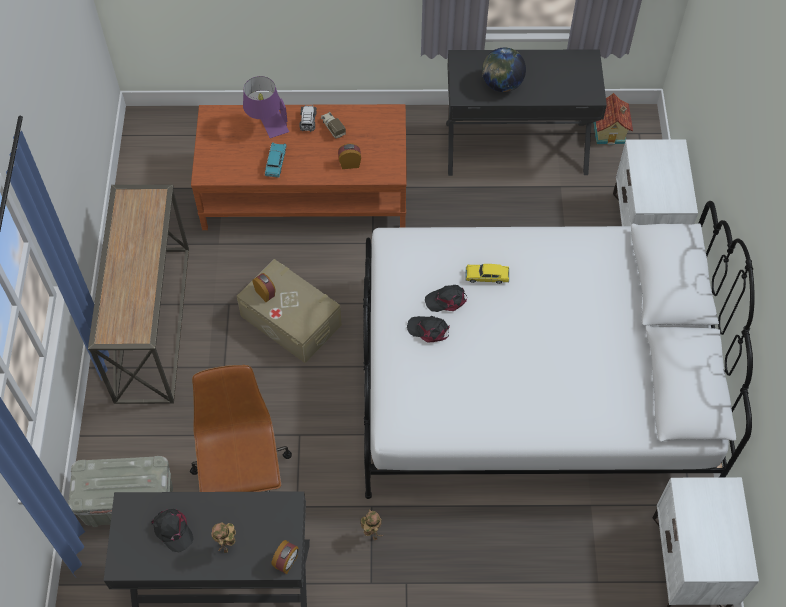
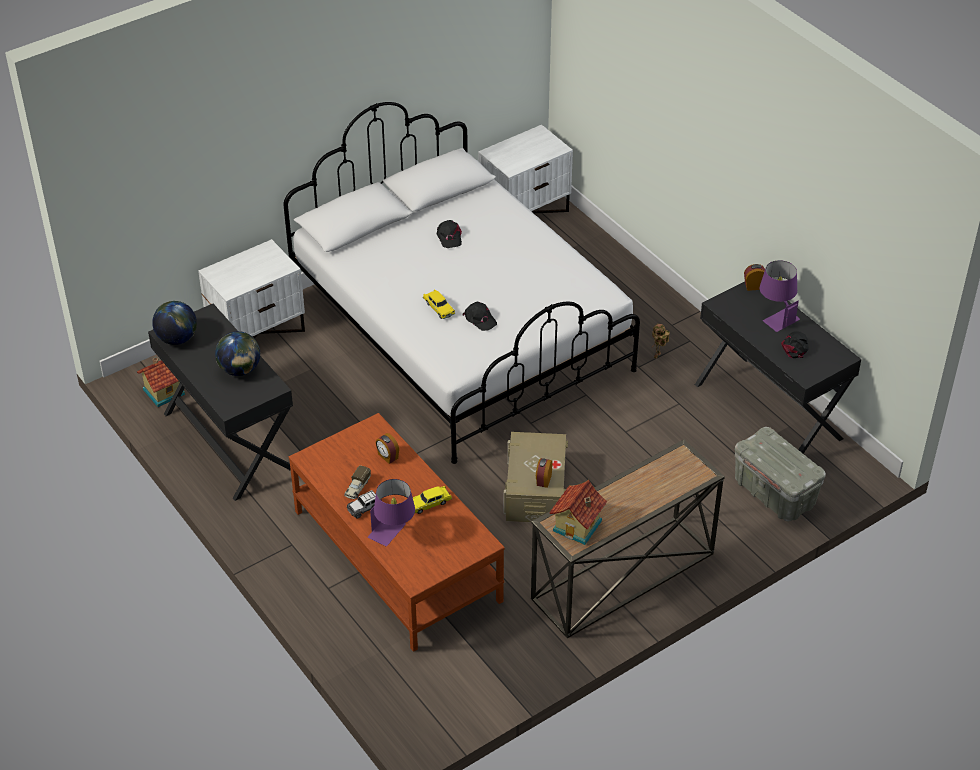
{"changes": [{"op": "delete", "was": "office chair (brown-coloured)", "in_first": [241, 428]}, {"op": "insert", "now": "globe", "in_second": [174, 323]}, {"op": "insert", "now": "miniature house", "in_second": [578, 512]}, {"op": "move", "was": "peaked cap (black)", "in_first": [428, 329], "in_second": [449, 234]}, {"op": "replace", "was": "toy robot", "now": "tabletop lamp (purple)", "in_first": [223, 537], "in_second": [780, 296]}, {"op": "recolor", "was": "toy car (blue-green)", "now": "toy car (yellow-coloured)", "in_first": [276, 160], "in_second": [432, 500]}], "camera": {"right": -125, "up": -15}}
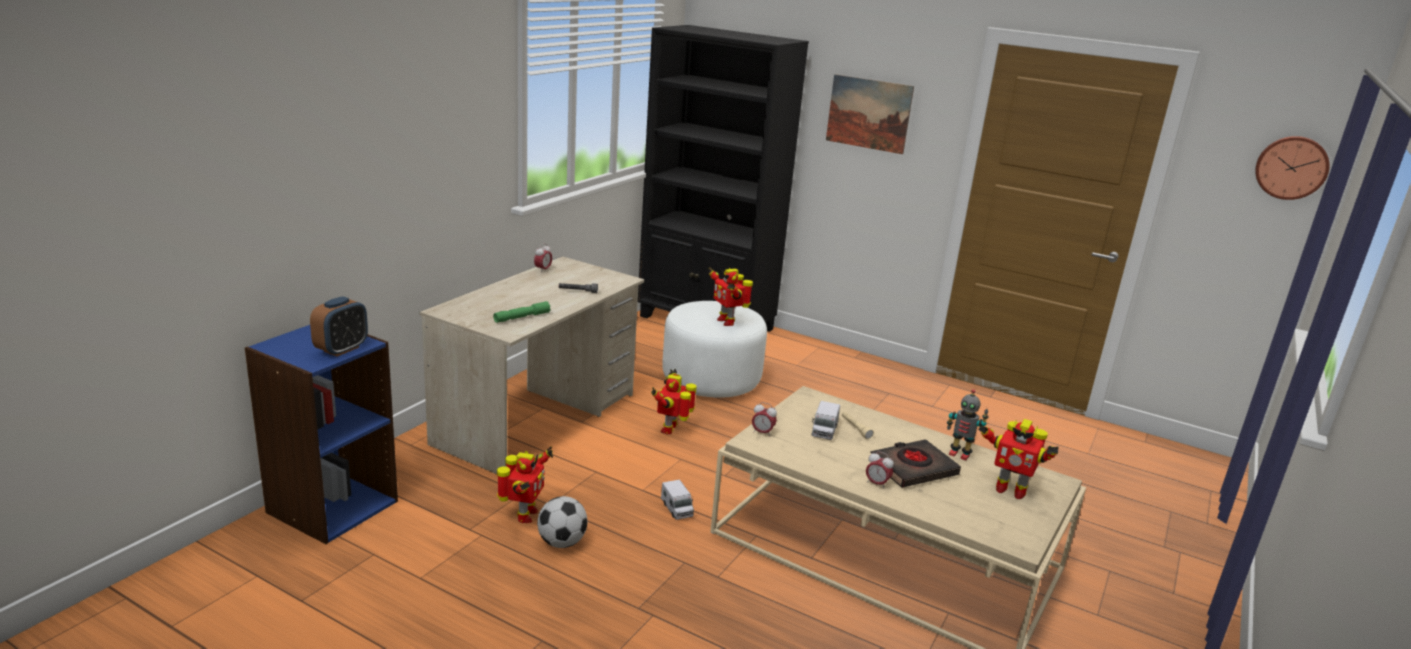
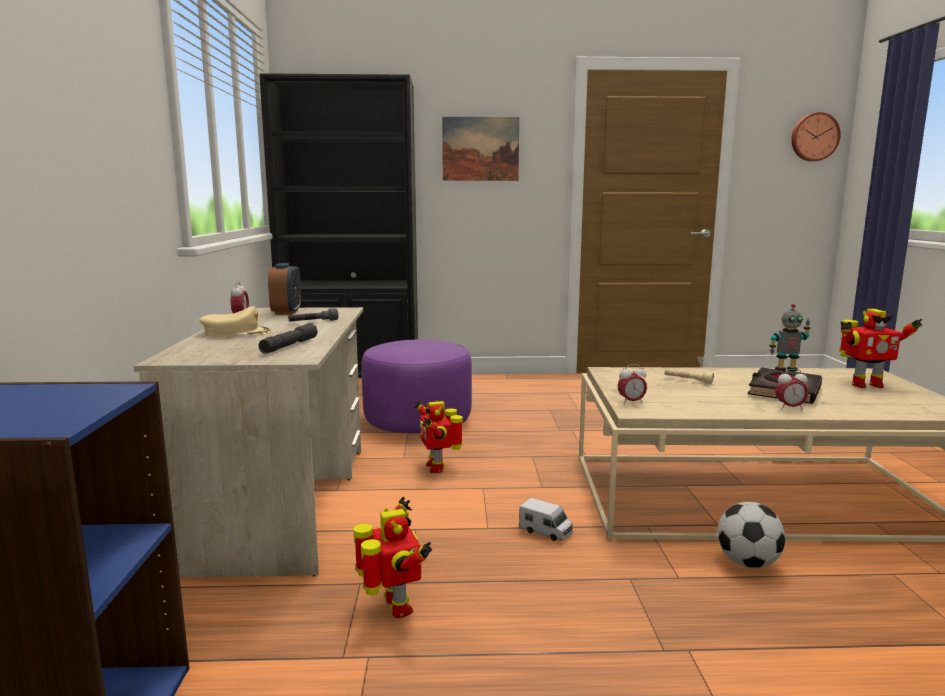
{"changes": [{"op": "delete", "was": "toy robot", "in_first": [730, 297]}, {"op": "delete", "was": "model truck", "in_first": [826, 420]}, {"op": "insert", "now": "peaked cap (beige)", "in_second": [236, 321]}, {"op": "move", "was": "alarm clock", "in_first": [339, 326], "in_second": [284, 289]}, {"op": "move", "was": "ball for football", "in_first": [562, 522], "in_second": [751, 535]}, {"op": "recolor", "was": "flashlight (green-coloured)", "now": "flashlight (grey)", "in_first": [522, 312], "in_second": [288, 338]}, {"op": "recolor", "was": "footrest (white-coloured)", "now": "footrest (purple)", "in_first": [714, 349], "in_second": [416, 386]}], "camera": {"right": -30, "up": -10}}
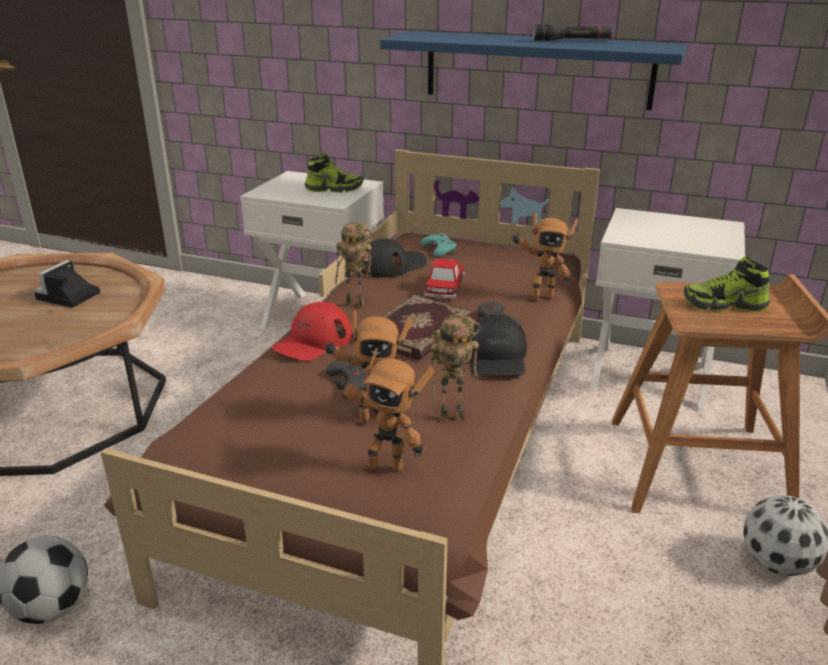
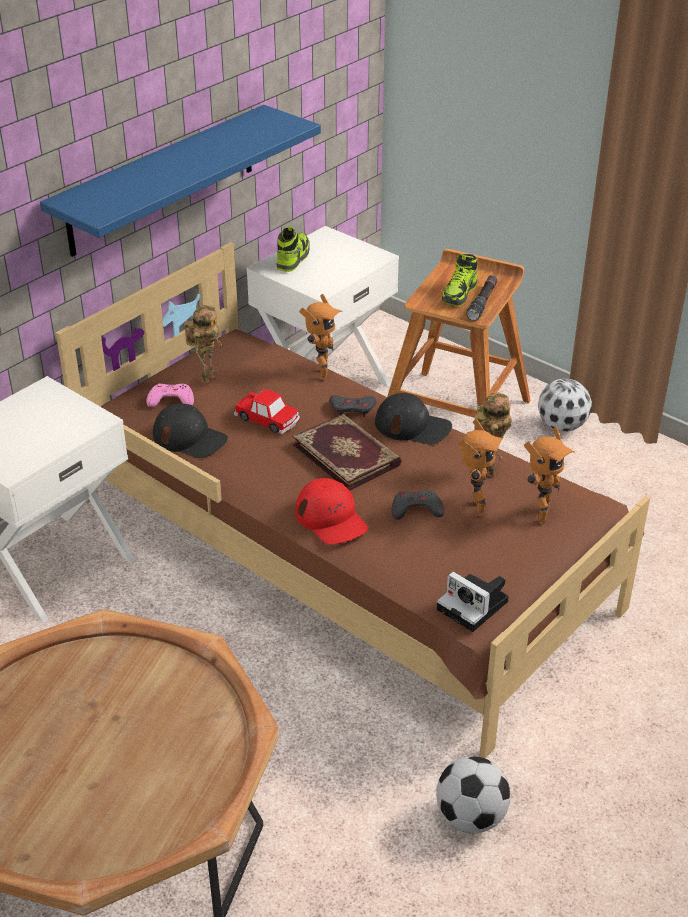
{"changes": [{"op": "move", "was": "still camera", "in_first": [66, 284], "in_second": [473, 602]}, {"op": "move", "was": "item of footwear", "in_first": [334, 172], "in_second": [293, 249]}, {"op": "move", "was": "toy robot", "in_first": [353, 265], "in_second": [203, 344]}, {"op": "move", "was": "flashlight (black)", "in_first": [573, 32], "in_second": [482, 298]}, {"op": "recolor", "was": "gamepad (blue-green)", "now": "gamepad (pink)", "in_first": [438, 245], "in_second": [170, 395]}, {"op": "rotate", "was": "peaked cap (black)", "in_first": [394, 258], "in_second": [190, 430], "clockwise": 135}], "camera": {"right": -70, "up": 10}}
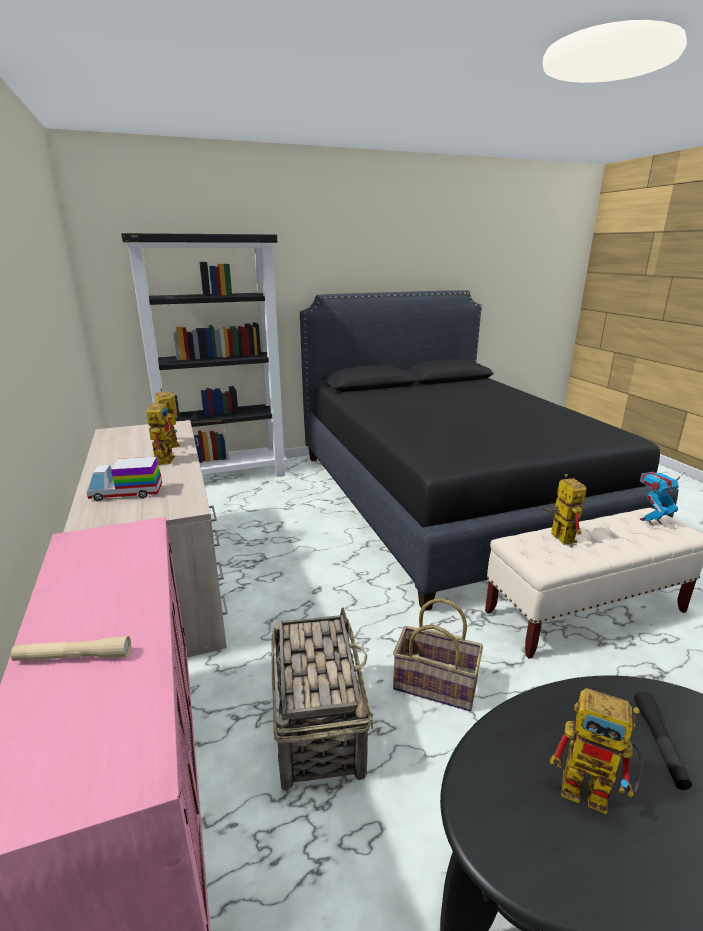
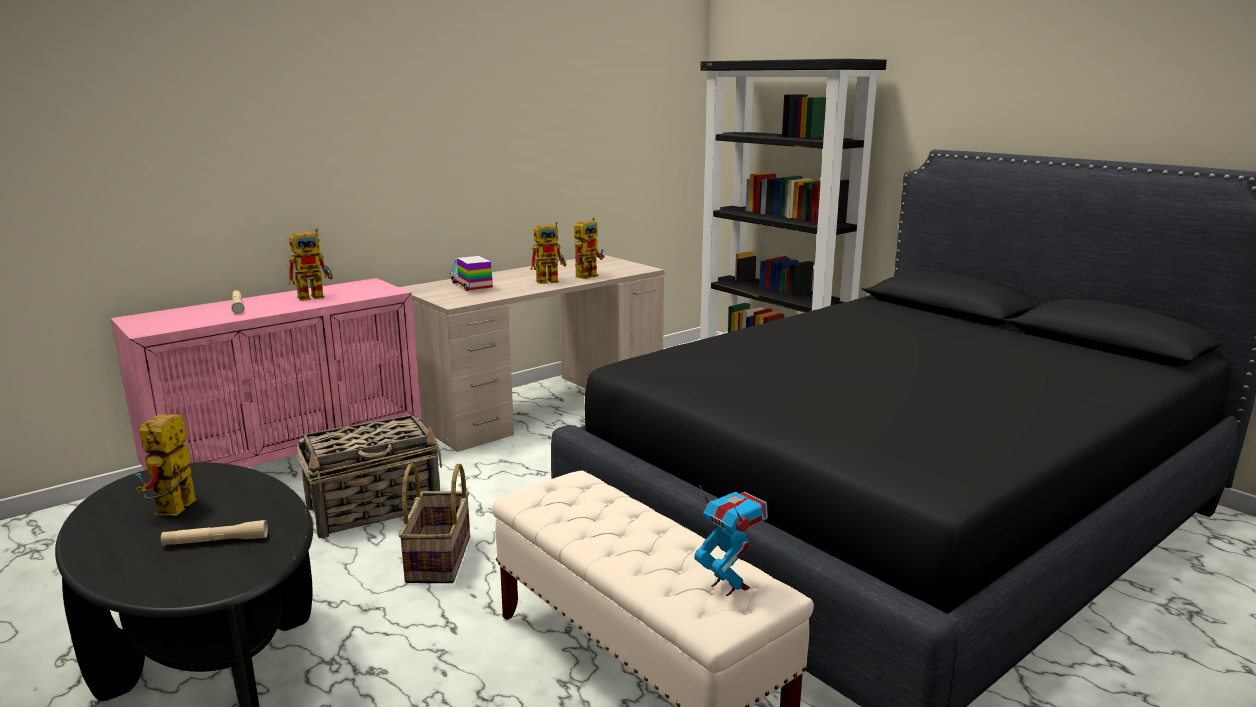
{"changes": [{"op": "move", "was": "toy robot", "in_first": [564, 509], "in_second": [310, 264]}, {"op": "recolor", "was": "flashlight (black)", "now": "flashlight (beige)", "in_first": [663, 740], "in_second": [214, 532]}], "camera": {"right": 70, "up": -5}}
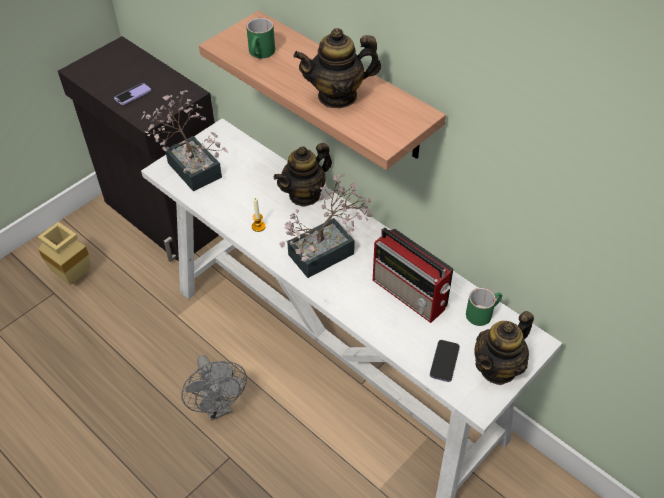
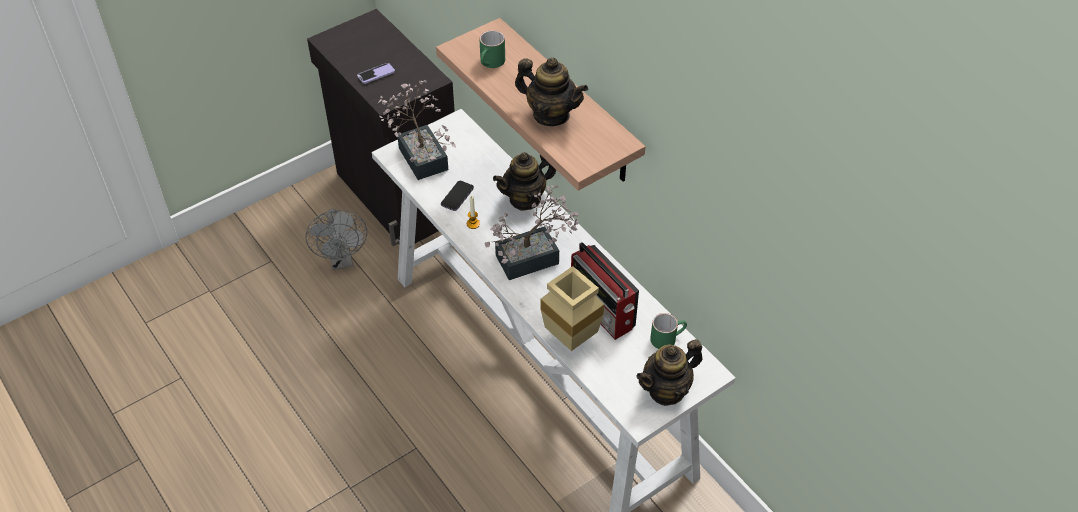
{"changes": [{"op": "move", "was": "vase (beige)", "in_first": [64, 253], "in_second": [572, 308]}, {"op": "move", "was": "electric fan (grey)", "in_first": [214, 387], "in_second": [336, 239]}, {"op": "move", "was": "phone", "in_first": [445, 361], "in_second": [457, 196]}, {"op": "rotate", "was": "teapot", "in_first": [337, 68], "in_second": [551, 92], "clockwise": -150}], "camera": {"right": 10, "up": 0}}
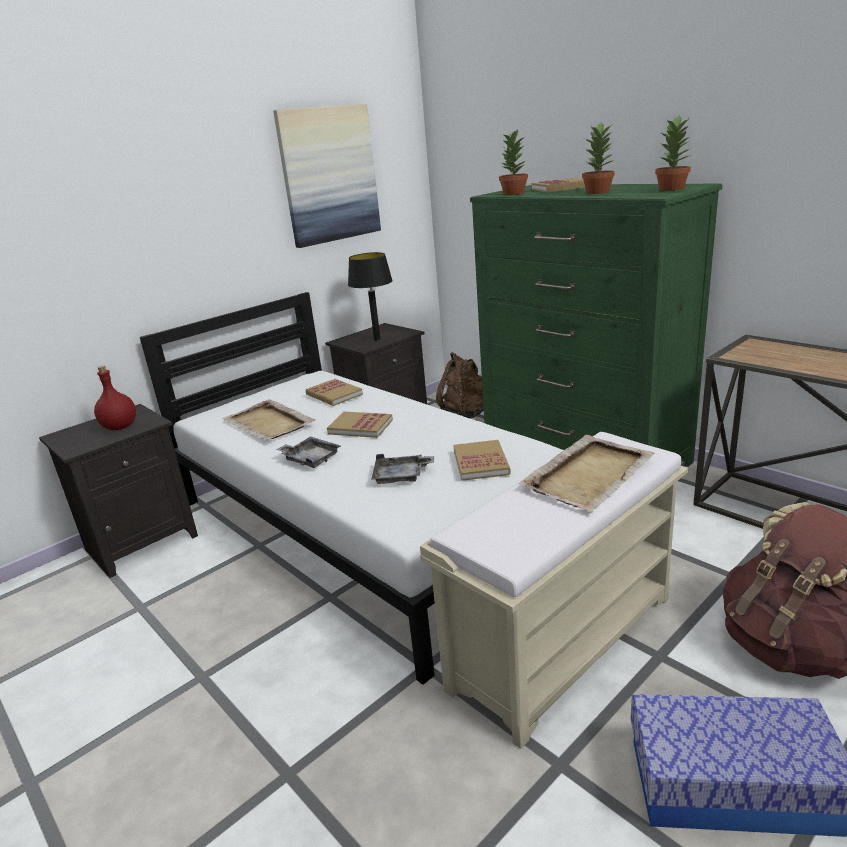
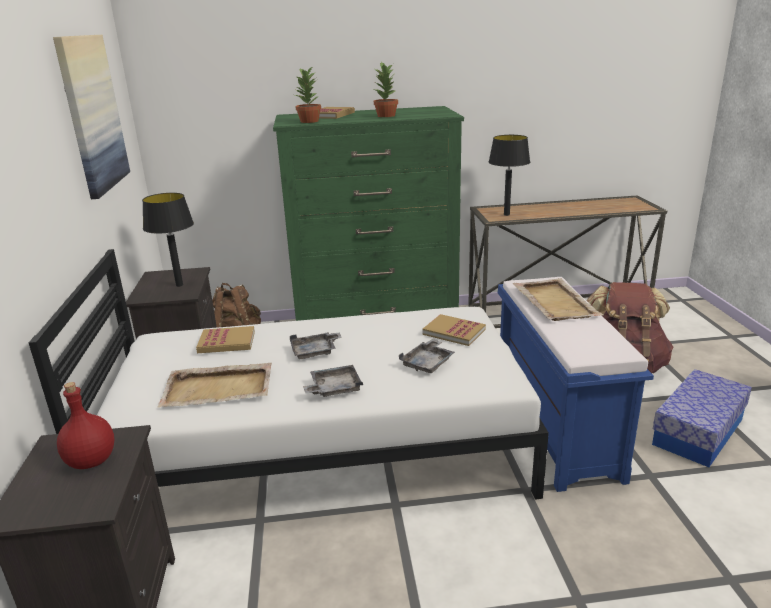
{"changes": [{"op": "delete", "was": "plant in a pot", "in_first": [674, 153]}, {"op": "insert", "now": "tabletop lamp (black)", "in_second": [509, 175]}, {"op": "replace", "was": "bound book", "now": "carrying tray (grey)", "in_first": [360, 425], "in_second": [316, 345]}, {"op": "recolor", "was": "bench (beige)", "now": "bench (blue-coloured)", "in_first": [554, 590], "in_second": [576, 384]}], "camera": {"right": -55, "up": 0}}
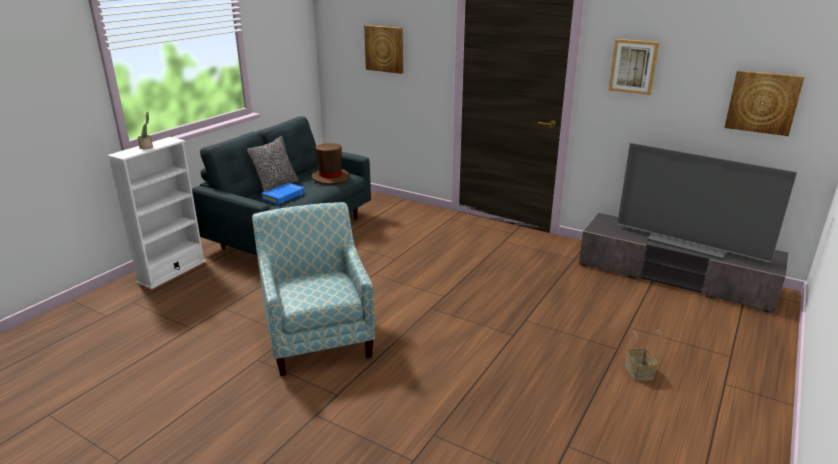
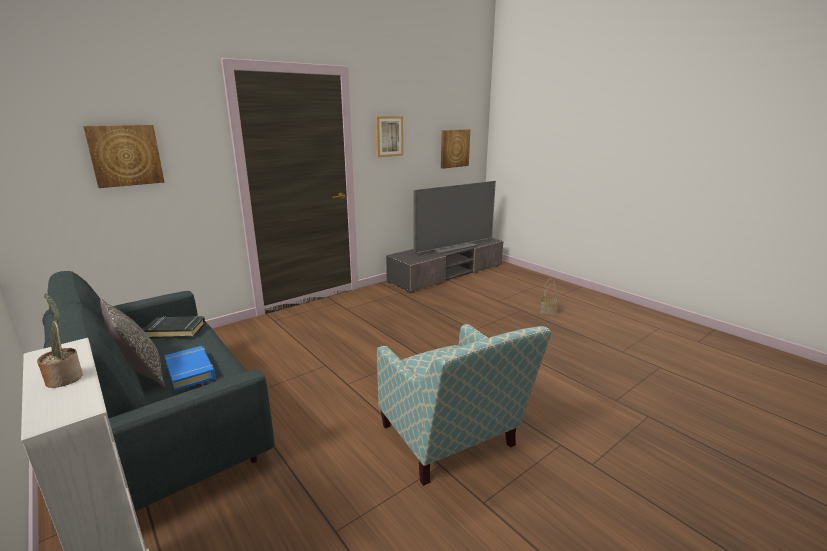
{"changes": [{"op": "replace", "was": "clothing hat (brown-coloured)", "now": "bound book (black)", "in_first": [331, 164], "in_second": [174, 327]}, {"op": "rotate", "was": "easy chair", "in_first": [313, 289], "in_second": [464, 405], "clockwise": -120}], "camera": {"right": -70, "up": -5}}
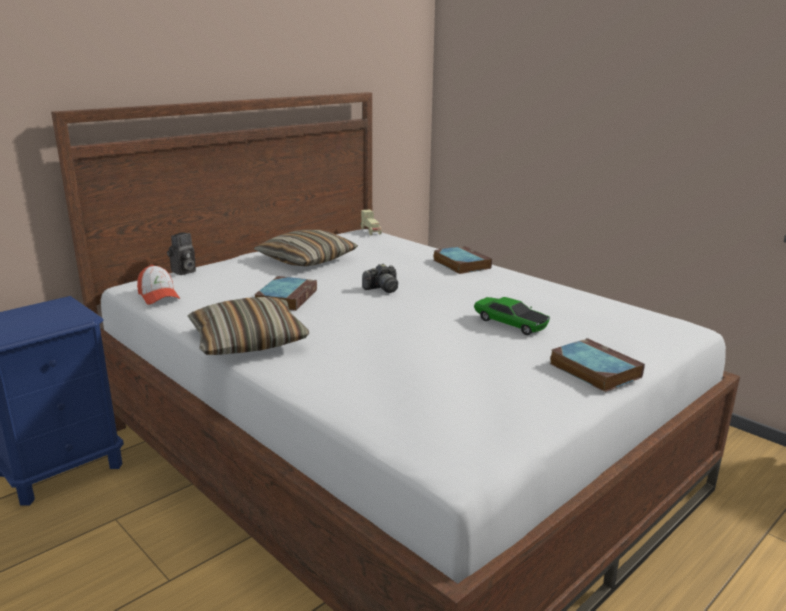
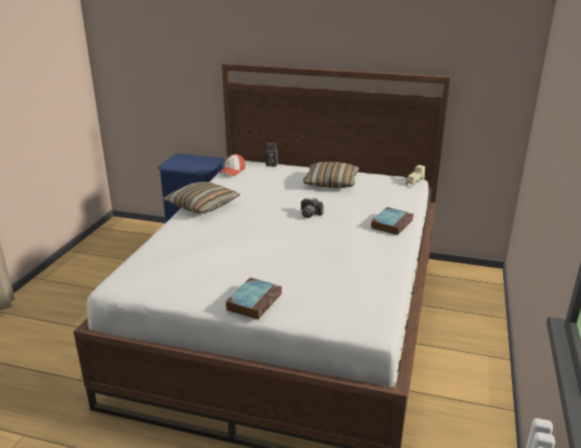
{"changes": [{"op": "delete", "was": "bound book", "in_first": [285, 293]}, {"op": "delete", "was": "toy car", "in_first": [512, 316]}], "camera": {"right": 60, "up": 5}}
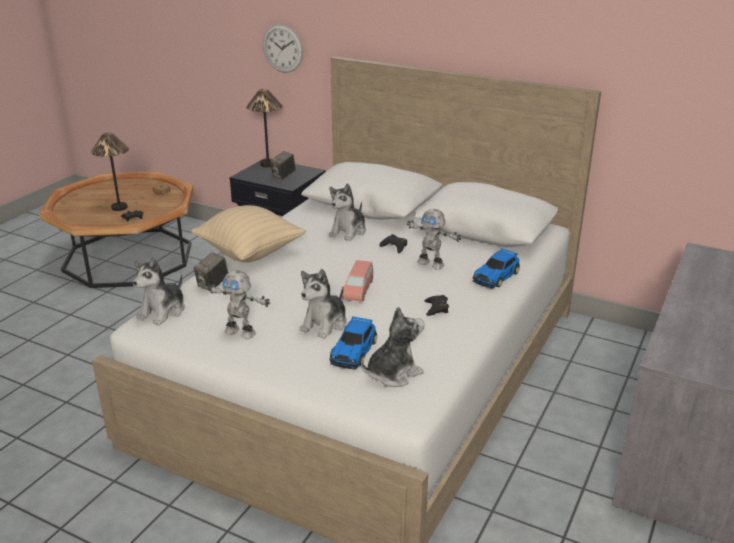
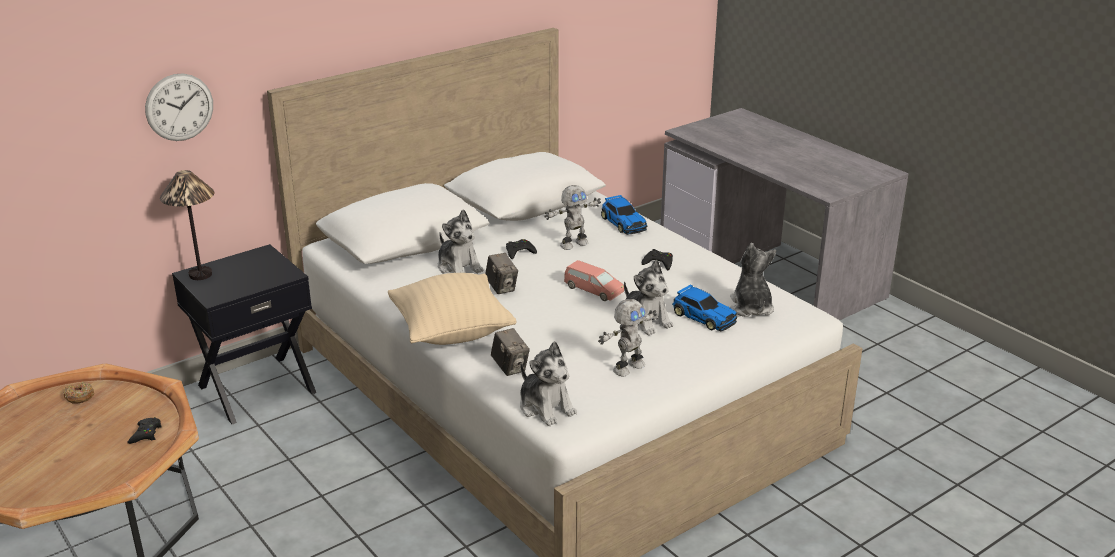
{"changes": [{"op": "delete", "was": "tabletop lamp", "in_first": [110, 172]}, {"op": "move", "was": "still camera", "in_first": [283, 165], "in_second": [501, 273]}], "camera": {"right": -65, "up": 0}}
